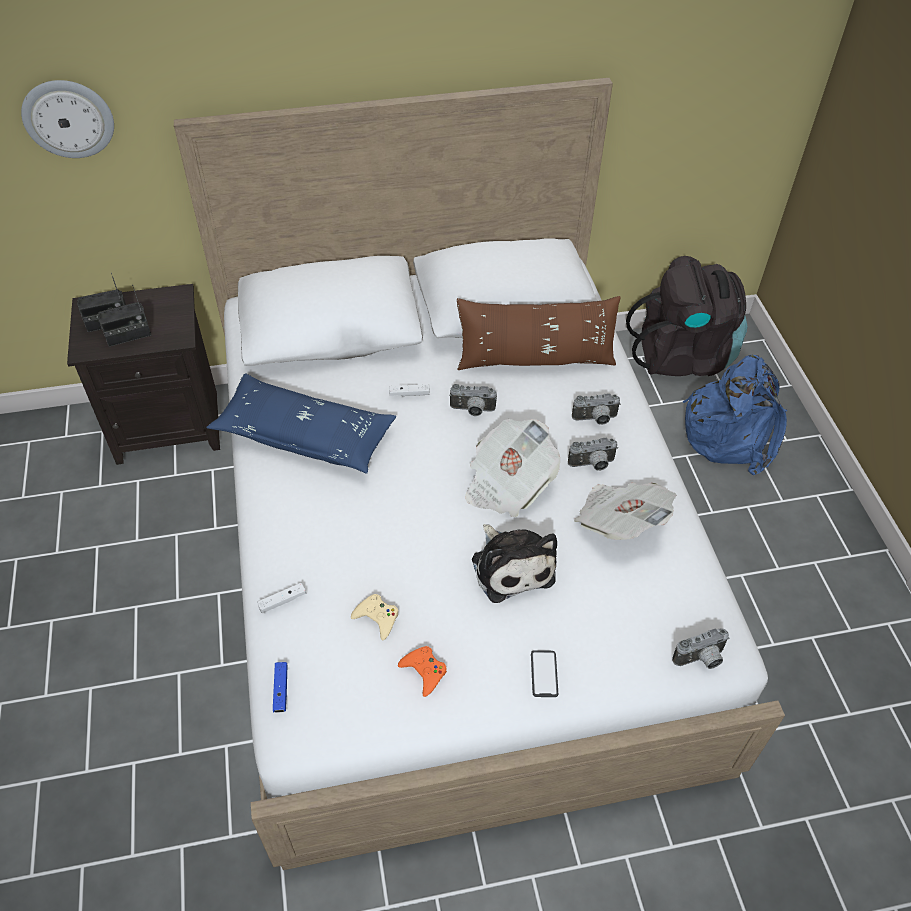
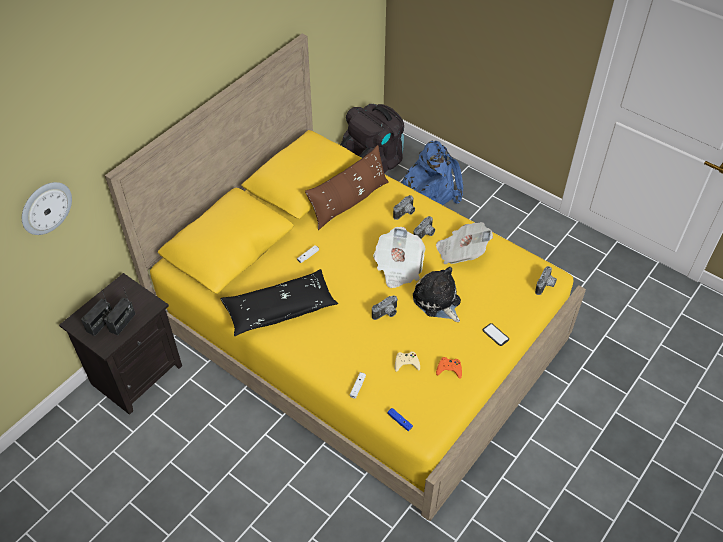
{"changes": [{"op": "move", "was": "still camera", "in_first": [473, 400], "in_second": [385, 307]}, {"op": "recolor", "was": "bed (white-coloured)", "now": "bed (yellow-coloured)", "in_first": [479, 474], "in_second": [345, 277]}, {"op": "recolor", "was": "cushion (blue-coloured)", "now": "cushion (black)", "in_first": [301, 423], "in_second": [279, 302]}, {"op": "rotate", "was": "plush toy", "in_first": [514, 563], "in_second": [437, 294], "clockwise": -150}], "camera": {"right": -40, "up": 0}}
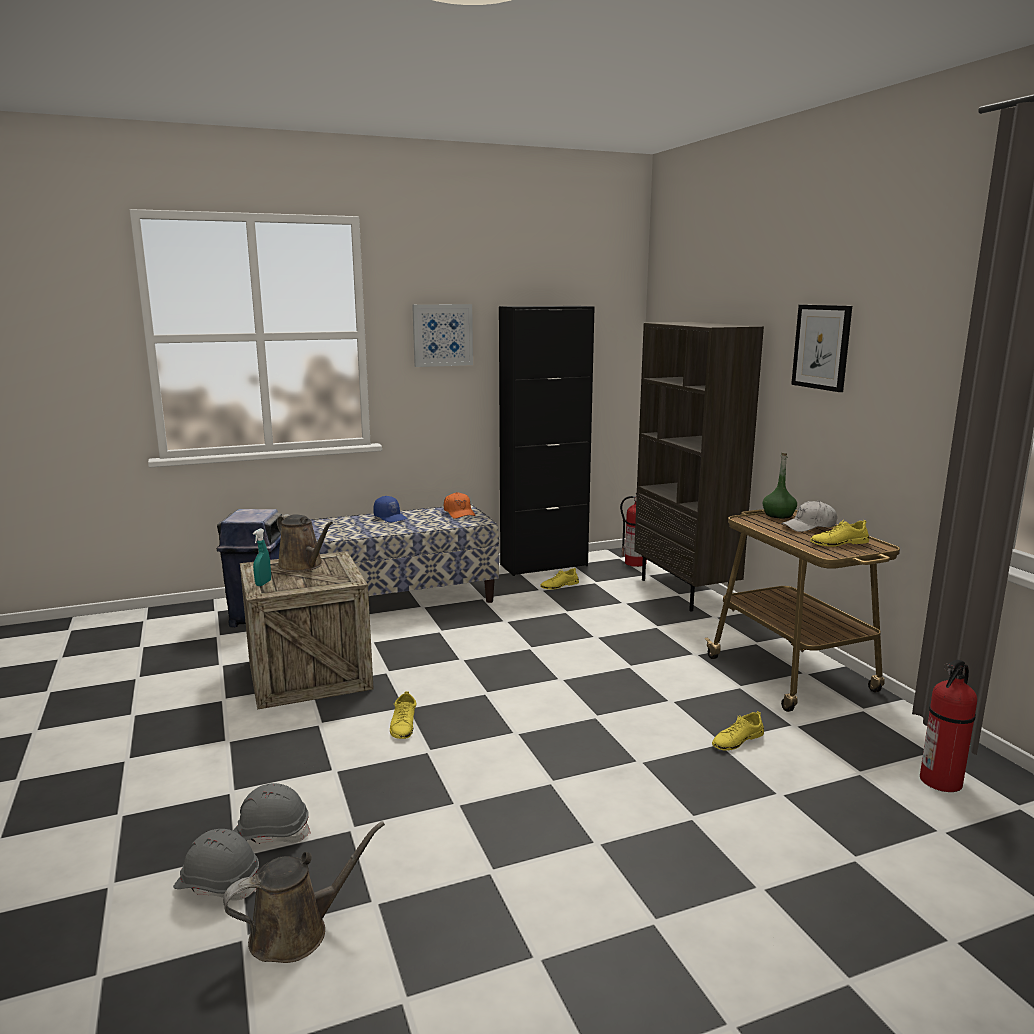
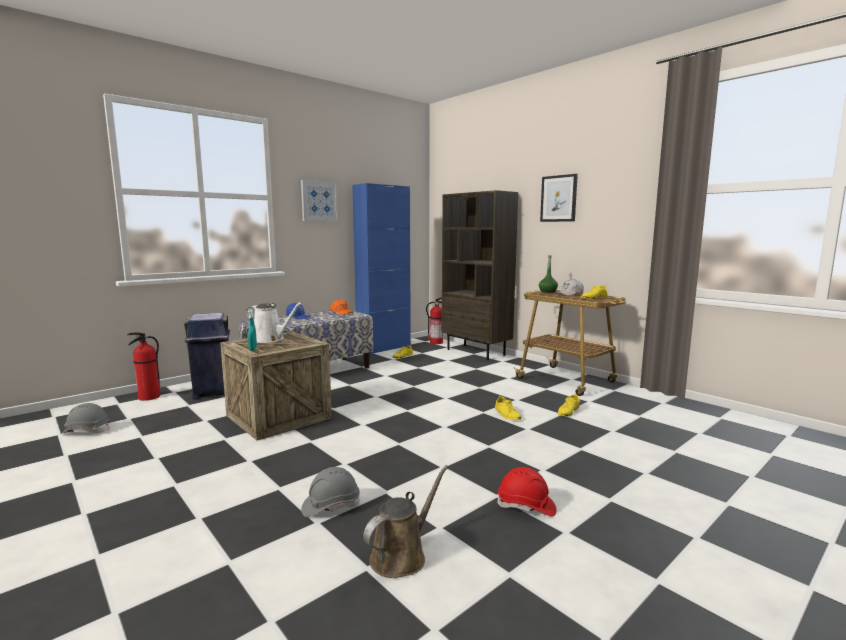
{"changes": [{"op": "insert", "now": "hard hat (reddish)", "in_second": [526, 492]}, {"op": "move", "was": "hard hat (grey)", "in_first": [216, 865], "in_second": [85, 418]}, {"op": "move", "was": "item of footwear (yellow-coloured)", "in_first": [403, 715], "in_second": [508, 408]}, {"op": "move", "was": "fire-fighting cylinder", "in_first": [948, 726], "in_second": [144, 367]}, {"op": "recolor", "was": "watering pot (brown-coloured)", "now": "watering pot (white-coloured)", "in_first": [305, 543], "in_second": [274, 322]}, {"op": "recolor", "was": "storage cabinet (black)", "now": "storage cabinet (blue-coloured)", "in_first": [547, 441], "in_second": [381, 269]}], "camera": {"right": -20, "up": -5}}
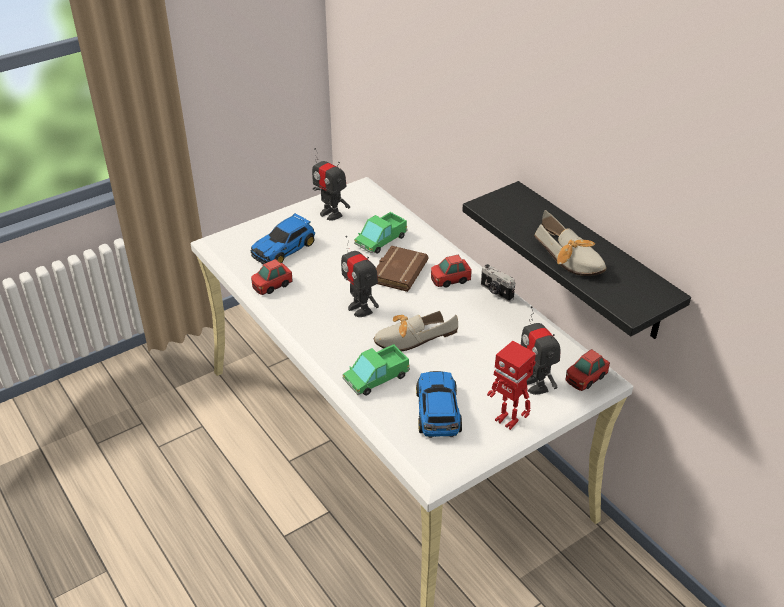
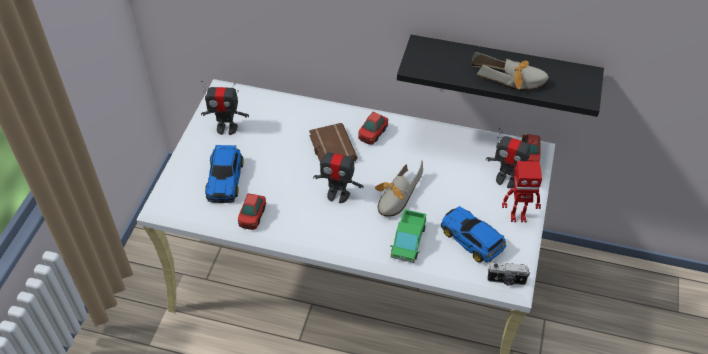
{"changes": [{"op": "delete", "was": "model truck", "in_first": [381, 233]}, {"op": "move", "was": "still camera", "in_first": [498, 283], "in_second": [509, 274]}], "camera": {"right": -40, "up": 10}}
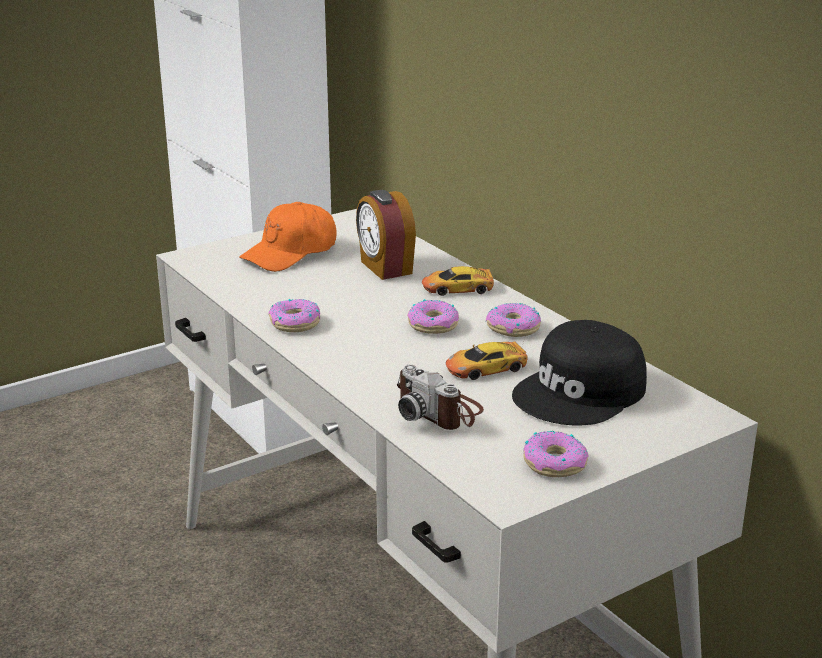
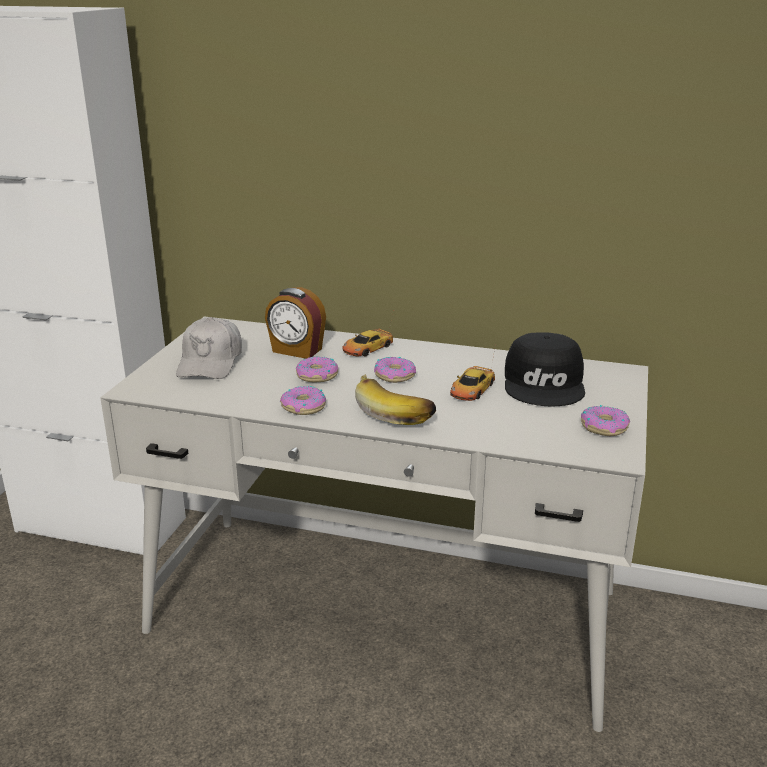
{"changes": [{"op": "delete", "was": "still camera", "in_first": [440, 397]}, {"op": "insert", "now": "banana", "in_second": [395, 399]}, {"op": "move", "was": "ring doughnut", "in_first": [513, 320], "in_second": [317, 369]}, {"op": "recolor", "was": "peaked cap (orangey)", "now": "peaked cap (white-coloured)", "in_first": [287, 237], "in_second": [209, 348]}], "camera": {"right": -40, "up": 0}}
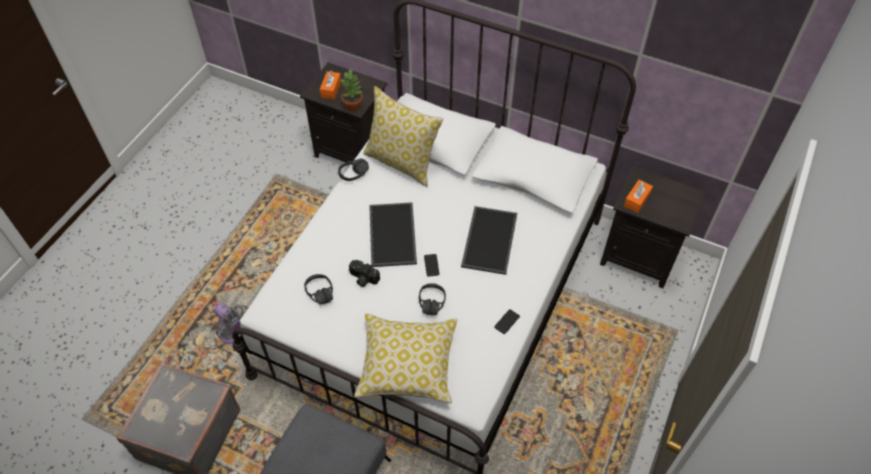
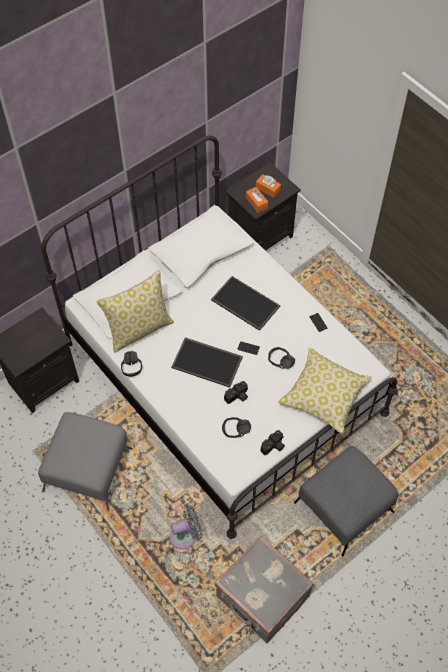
{"changes": [{"op": "delete", "was": "plant in a pot", "in_first": [351, 90]}, {"op": "insert", "now": "footrest (grey)", "in_second": [85, 461]}, {"op": "insert", "now": "still camera", "in_second": [272, 442]}, {"op": "move", "was": "tissue holder (orangey)", "in_first": [330, 85], "in_second": [268, 186]}], "camera": {"right": -65, "up": 5}}
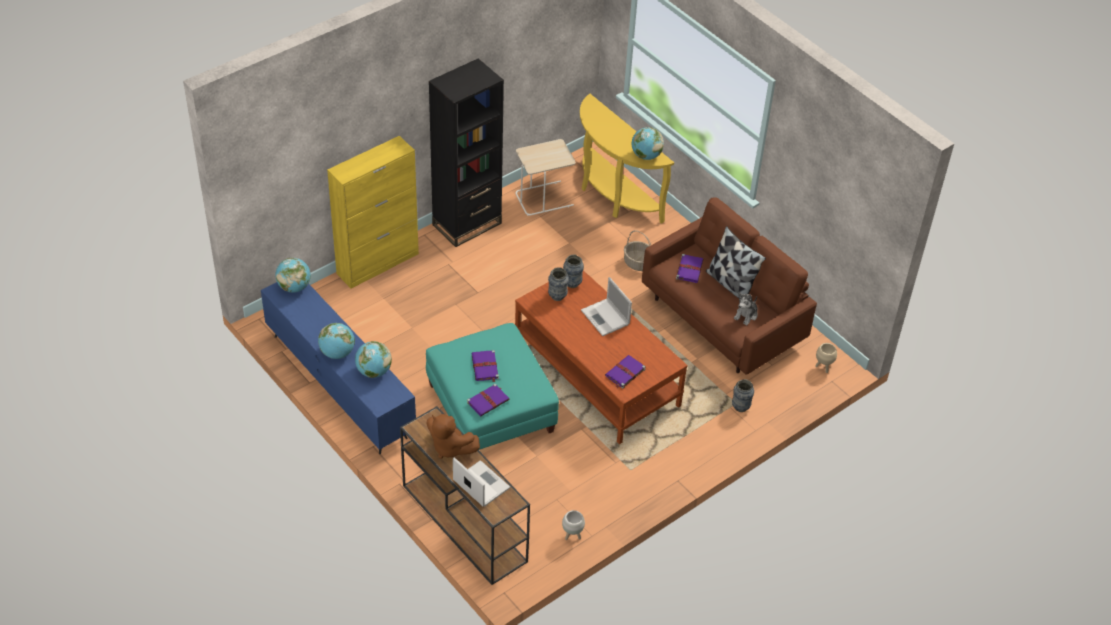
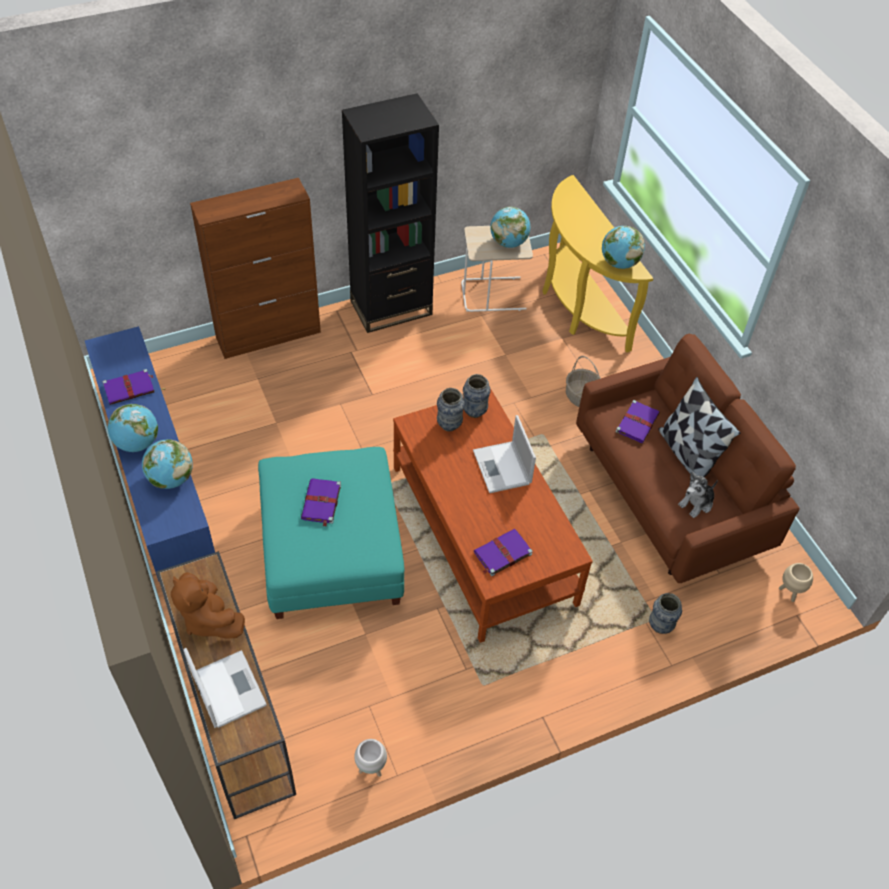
{"changes": [{"op": "move", "was": "globe", "in_first": [293, 275], "in_second": [510, 227]}, {"op": "move", "was": "bound book (purple)", "in_first": [488, 400], "in_second": [128, 387]}, {"op": "recolor", "was": "storage cabinet (yellow-coloured)", "now": "storage cabinet (brown-coloured)", "in_first": [373, 212], "in_second": [255, 268]}], "camera": {"right": 15, "up": 5}}
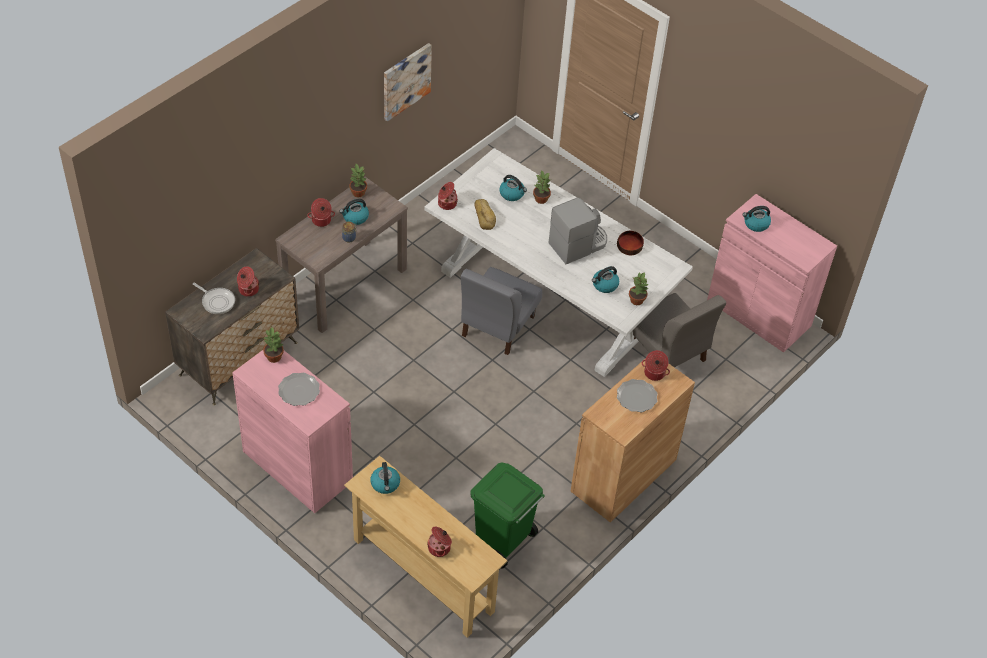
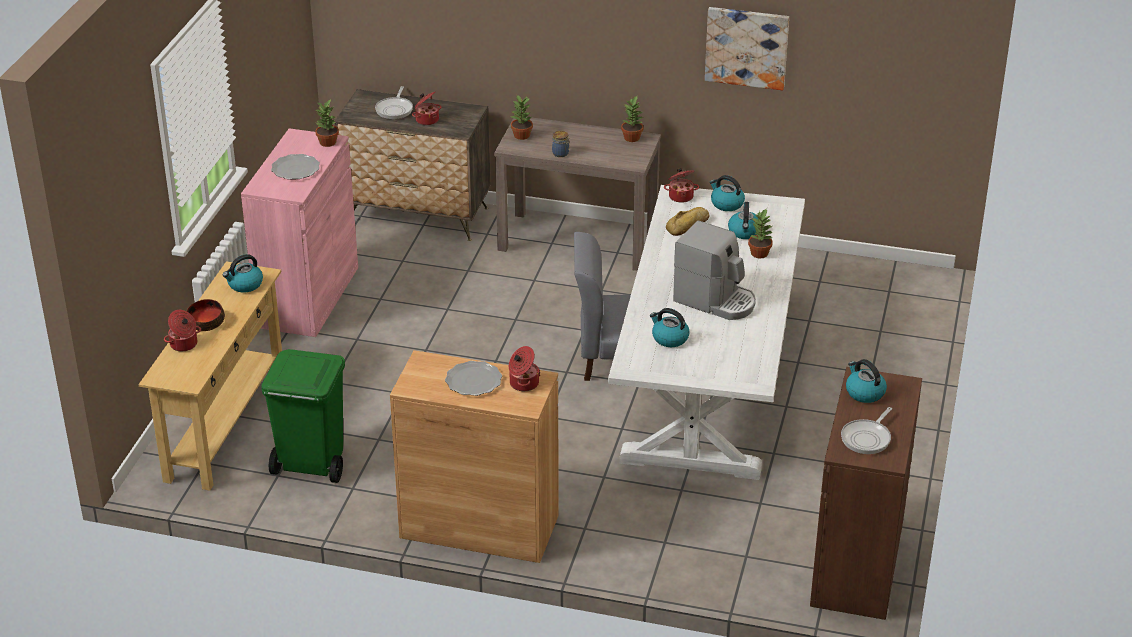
{"changes": [{"op": "delete", "was": "saucepot", "in_first": [321, 212]}, {"op": "delete", "was": "chair (grey)", "in_first": [679, 330]}, {"op": "insert", "now": "frying pan", "in_second": [866, 430]}, {"op": "move", "was": "tea kettle", "in_first": [354, 212], "in_second": [727, 193]}, {"op": "move", "was": "serving bowl", "in_first": [630, 243], "in_second": [206, 315]}, {"op": "move", "was": "plant in a pot", "in_first": [638, 289], "in_second": [522, 117]}, {"op": "recolor", "was": "storage cabinet (pink)", "now": "storage cabinet (brown-coloured)", "in_first": [772, 273], "in_second": [866, 493]}], "camera": {"right": 65, "up": -15}}
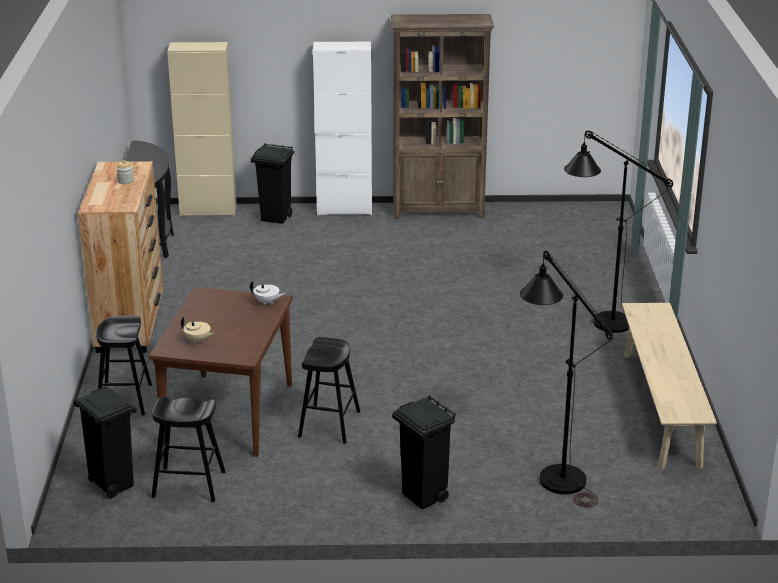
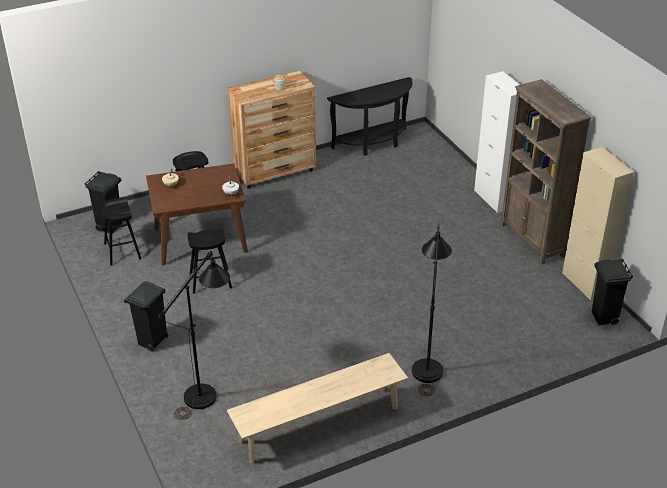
{"changes": [{"op": "move", "was": "storage cabinet (beige)", "in_first": [202, 129], "in_second": [598, 224]}, {"op": "move", "was": "rubbish bin (black)", "in_first": [272, 183], "in_second": [612, 292]}], "camera": {"right": 65, "up": 10}}
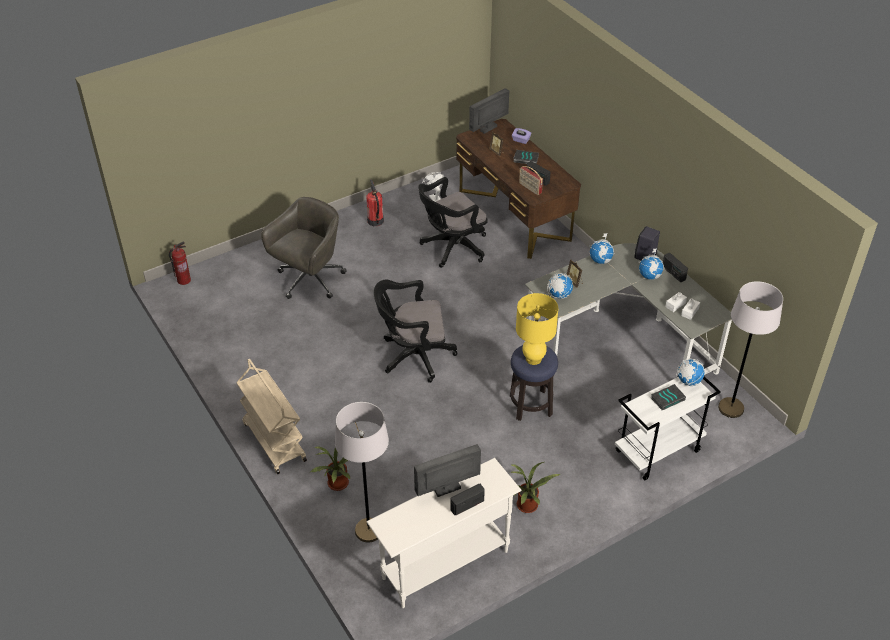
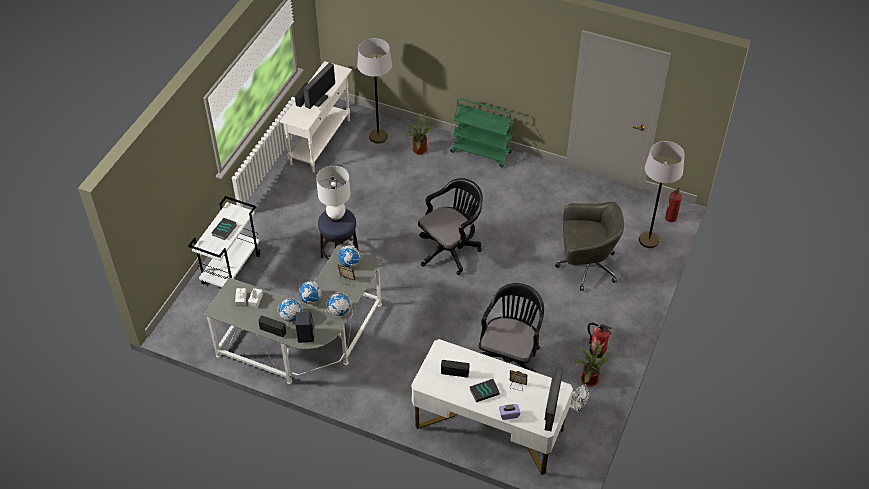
{"changes": [{"op": "delete", "was": "radio", "in_first": [531, 180]}, {"op": "move", "was": "plant in a pot", "in_first": [535, 487], "in_second": [592, 363]}, {"op": "move", "was": "globe", "in_first": [690, 372], "in_second": [310, 291]}, {"op": "move", "was": "standing lamp (grey)", "in_first": [750, 349], "in_second": [662, 194]}, {"op": "recolor", "was": "wheeled cart (beige)", "now": "wheeled cart (green-coloured)", "in_first": [271, 416], "in_second": [482, 132]}, {"op": "recolor", "was": "desk (brown-coloured)", "now": "desk (white-coloured)", "in_first": [518, 189], "in_second": [492, 407]}, {"op": "recolor", "was": "tabletop lamp (yellow-coloured)", "now": "tabletop lamp (white-coloured)", "in_first": [537, 329], "in_second": [333, 194]}, {"op": "rotate", "was": "office chair (grey)", "in_first": [304, 248], "in_second": [589, 246], "clockwise": -90}], "camera": {"right": 145, "up": 5}}
